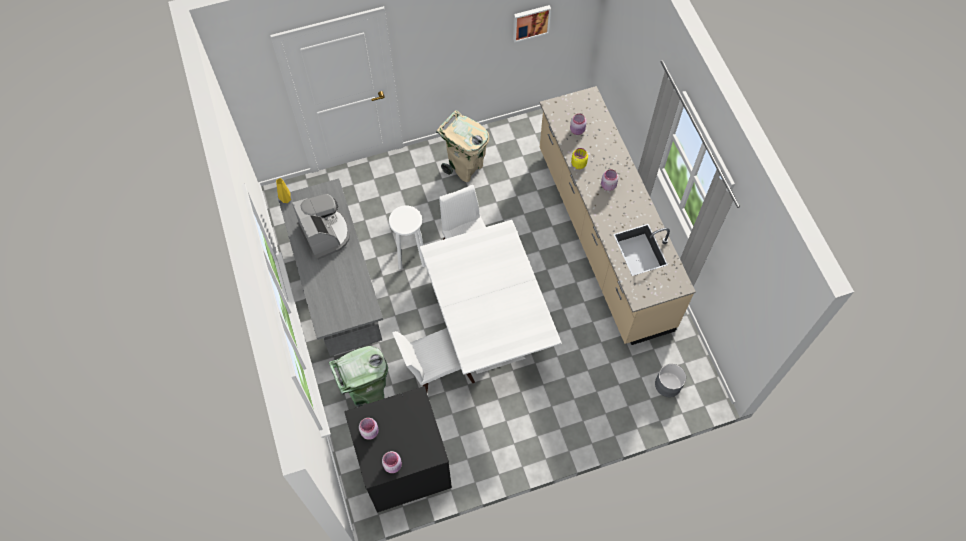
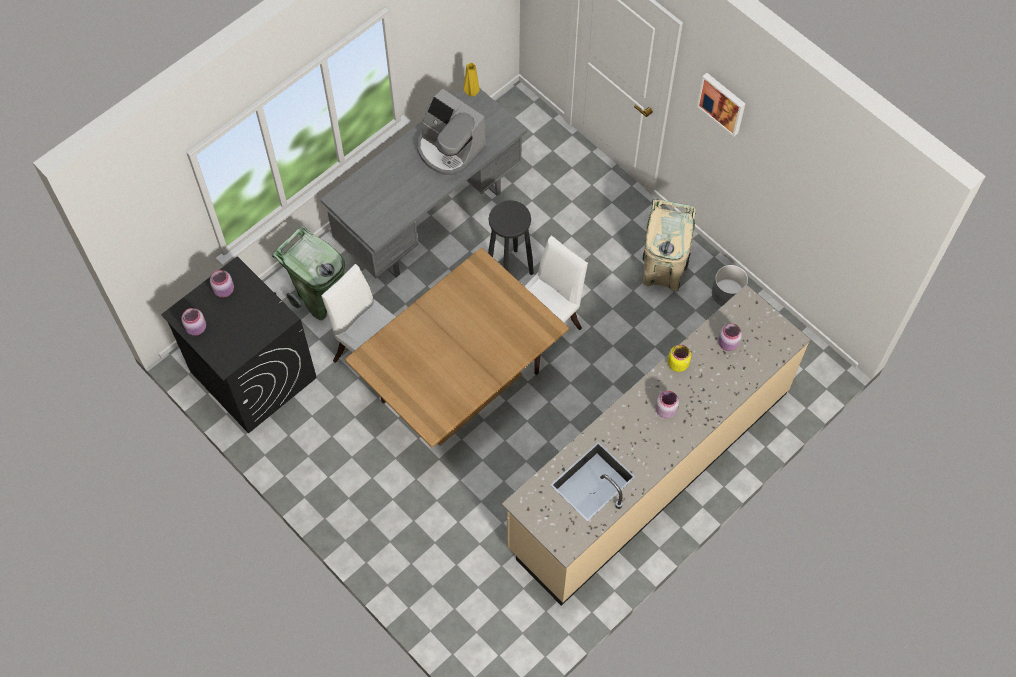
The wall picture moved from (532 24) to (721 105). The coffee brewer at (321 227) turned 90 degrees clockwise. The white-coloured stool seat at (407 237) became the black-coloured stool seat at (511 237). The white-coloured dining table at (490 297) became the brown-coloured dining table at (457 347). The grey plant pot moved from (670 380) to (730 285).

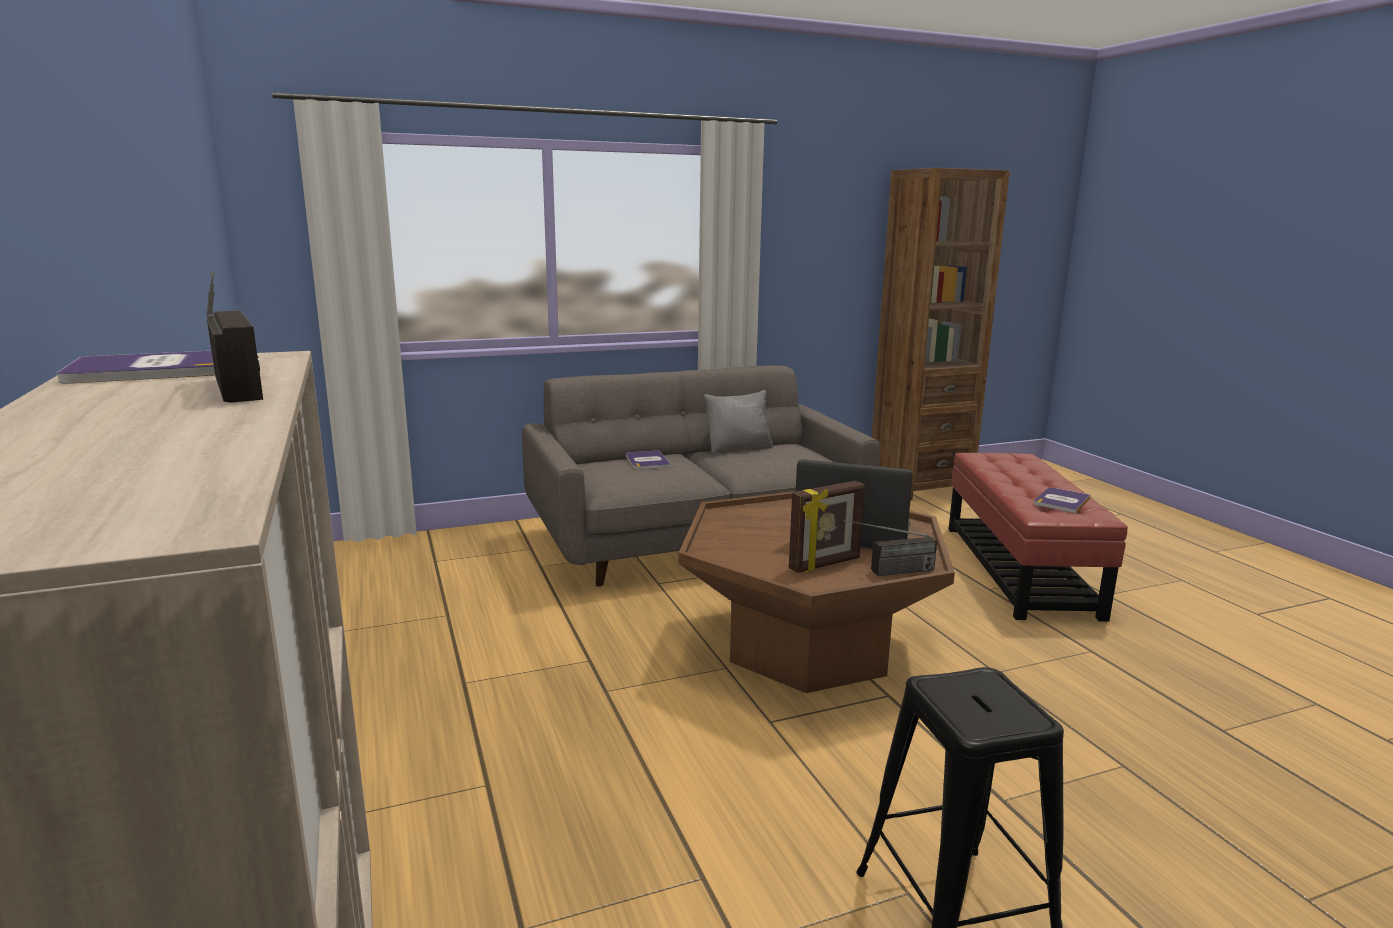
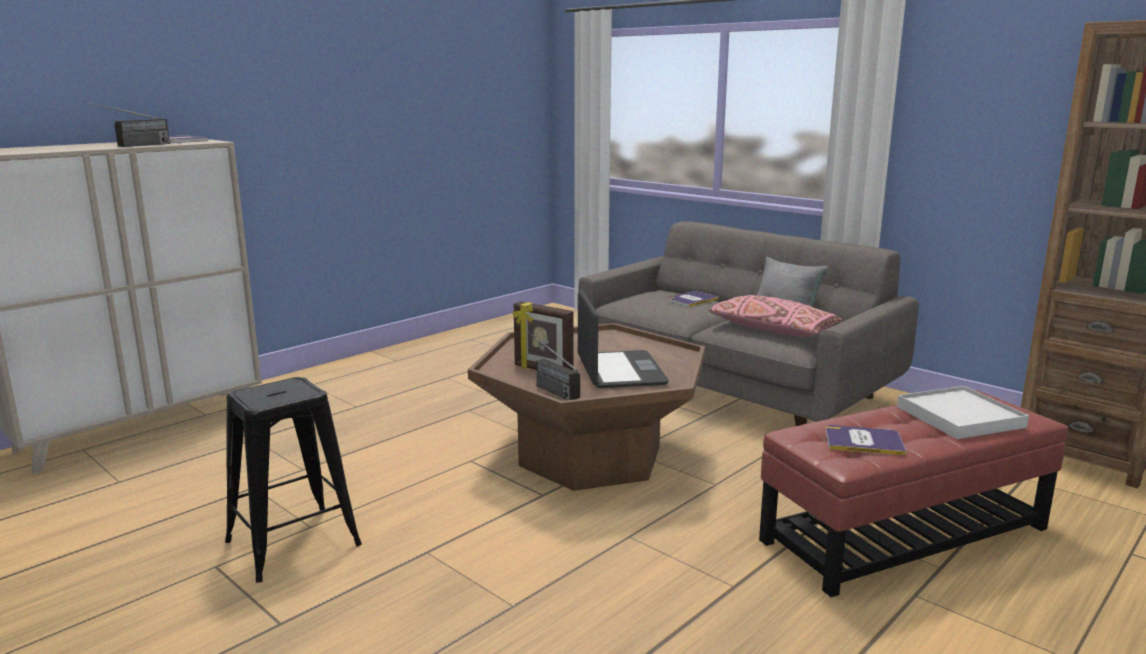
The pink-coloured cushion at (776 316) appeared. The white-coloured serving tray at (963 412) appeared.

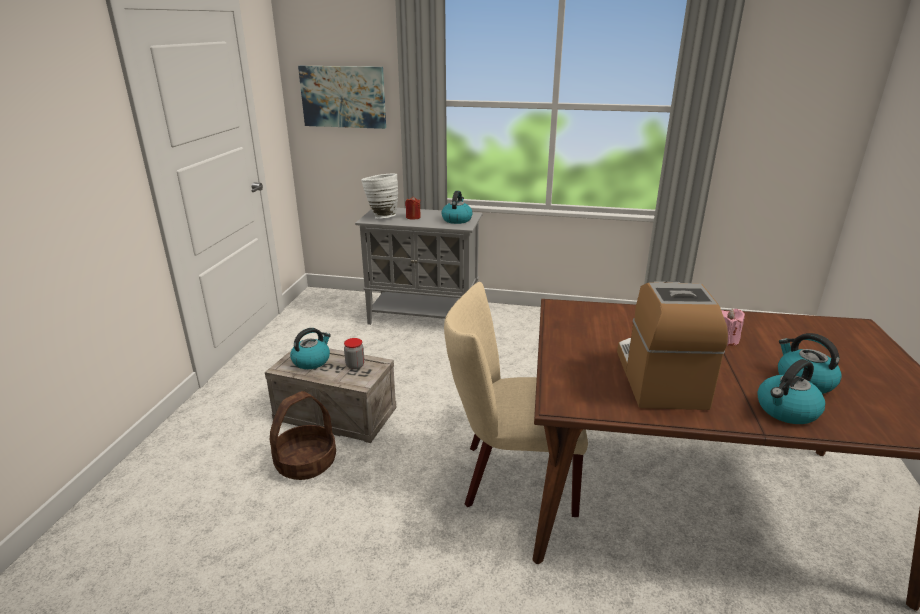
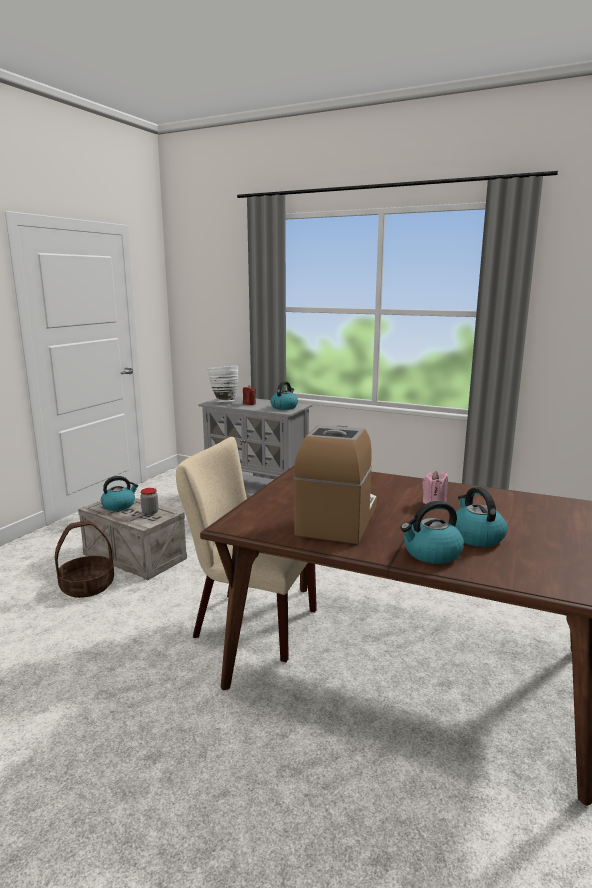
The wall picture at (342 97) disappeared.

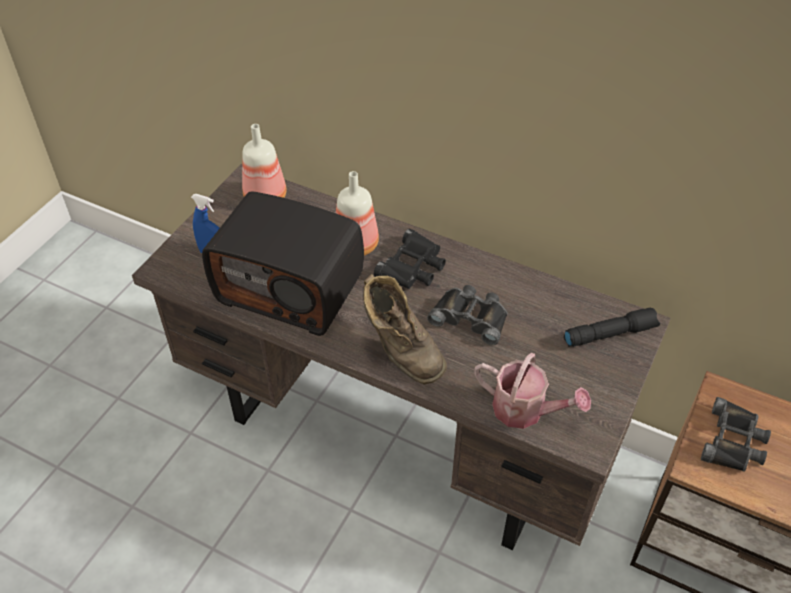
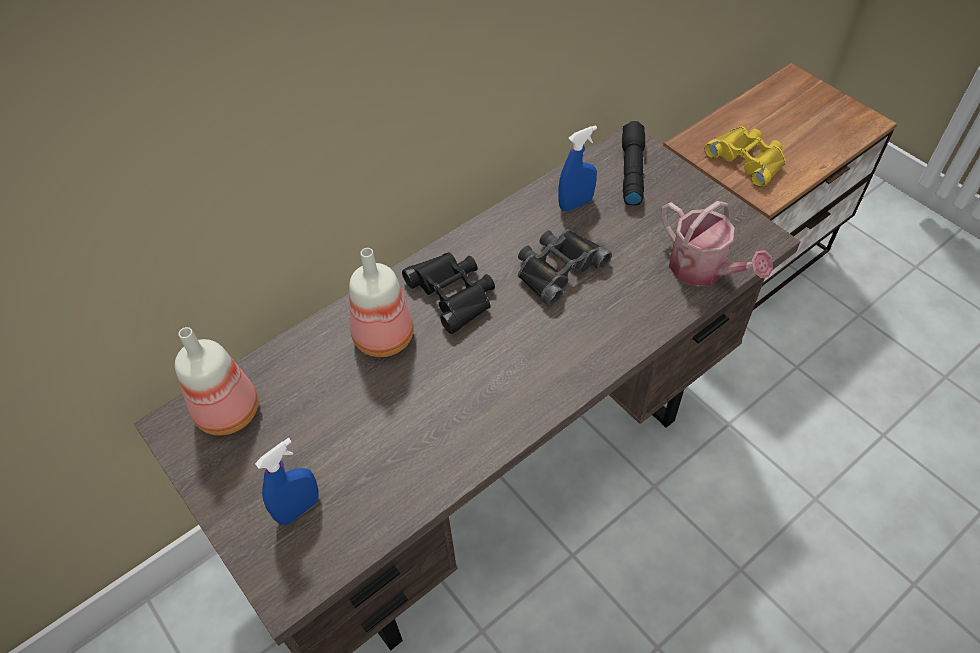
The radio receiver at (283 263) disappeared. The brown-coloured high-top boot at (405 329) disappeared. The sprinkling can at (532 391) turned 90 degrees clockwise. The black-coloured field glasses at (736 434) became the yellow-coloured field glasses at (745 156). The blue spray bottle at (577 168) appeared.

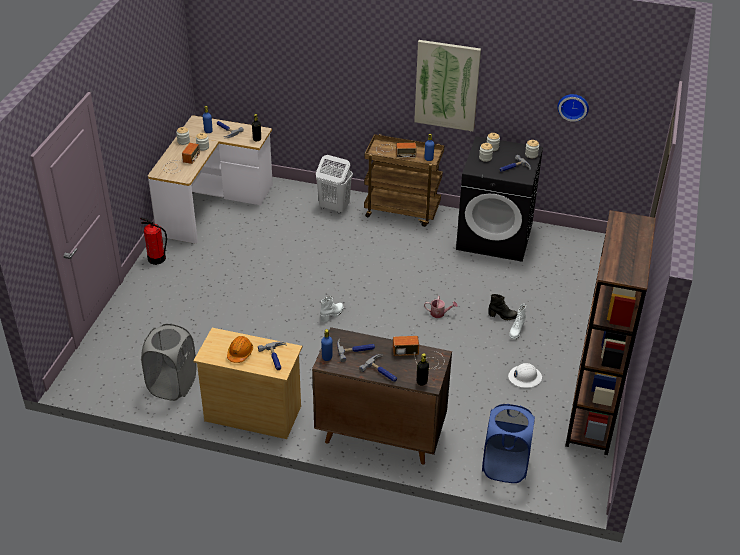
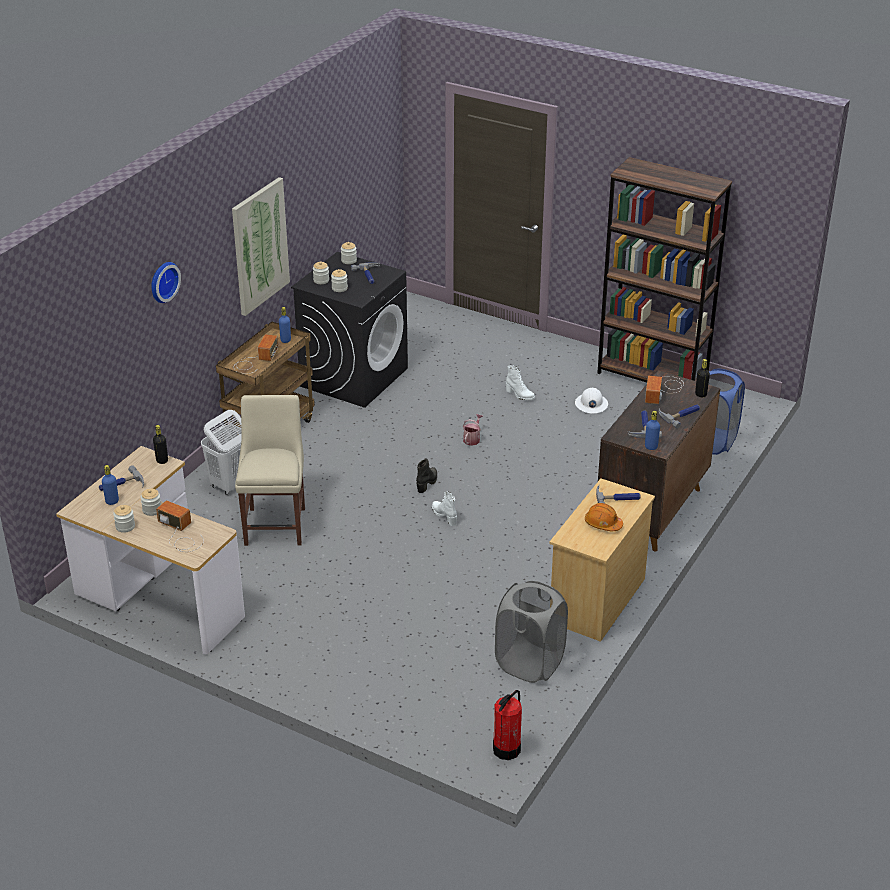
The hanging clock moved from (573 108) to (166 282). The fire extinguisher moved from (153 241) to (507 725). The black-coloured high-top boot moved from (503 307) to (426 476). The beige plain chair at (270 470) appeared.

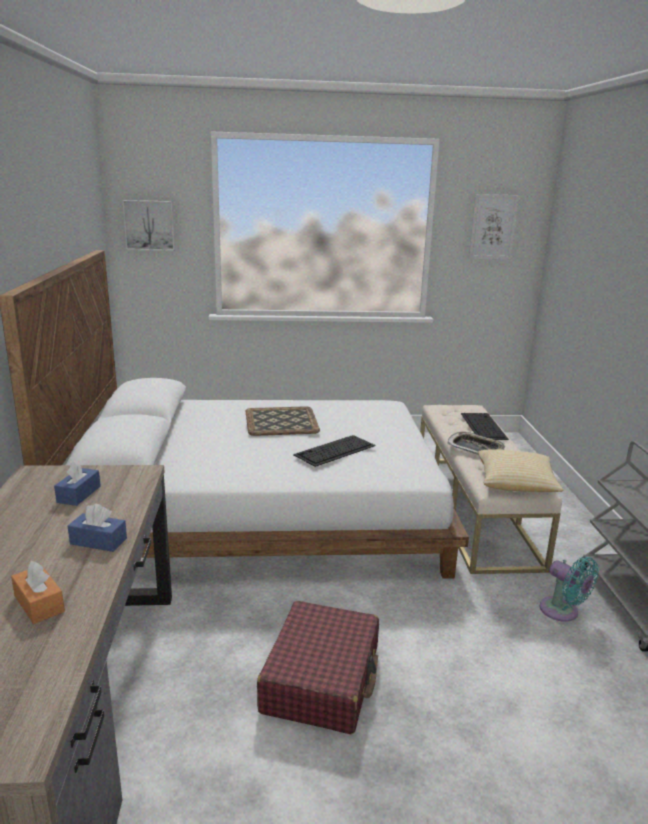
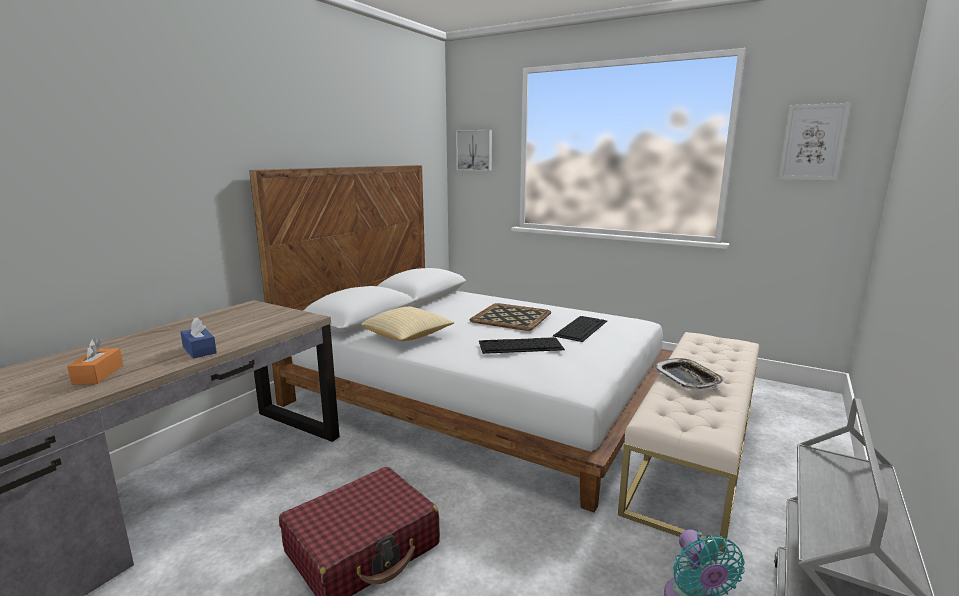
The computer keyboard moved from (485 426) to (580 329). The cushion moved from (520 470) to (407 324). The blue tissue holder at (77 483) disappeared.

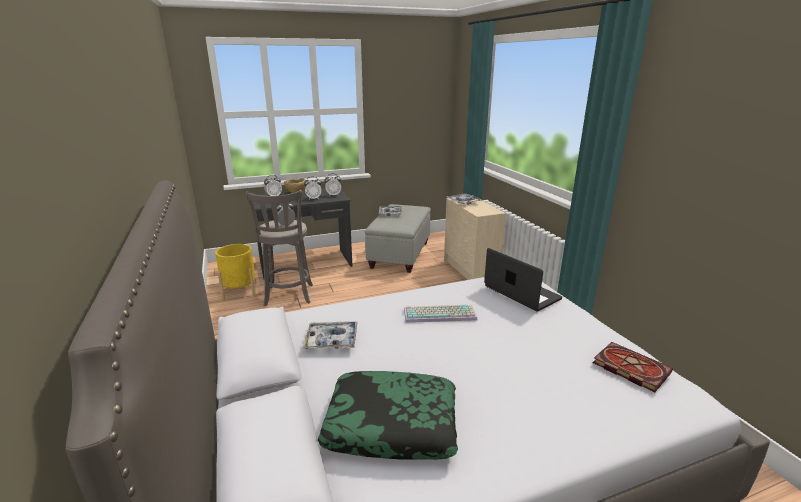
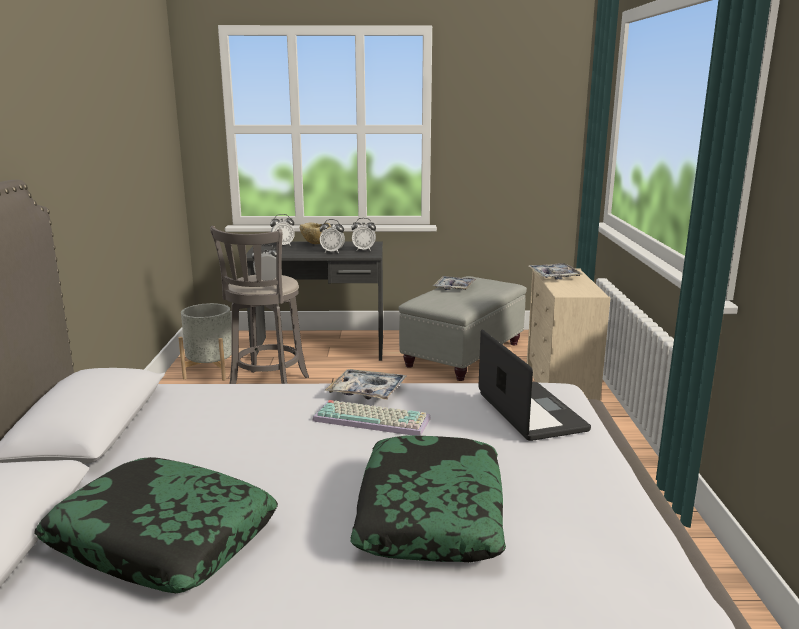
The yellow-coloured plant pot at (235 272) became the grey plant pot at (204 342). The serving tray moved from (329 335) to (365 384). The book at (633 367) disappeared. The cushion at (428 498) appeared.

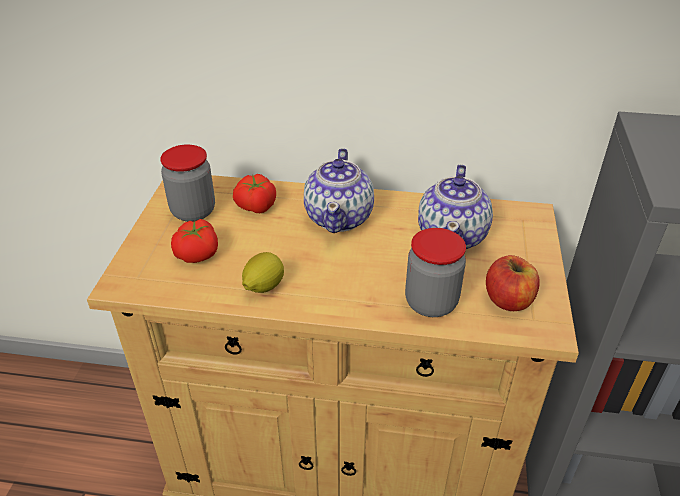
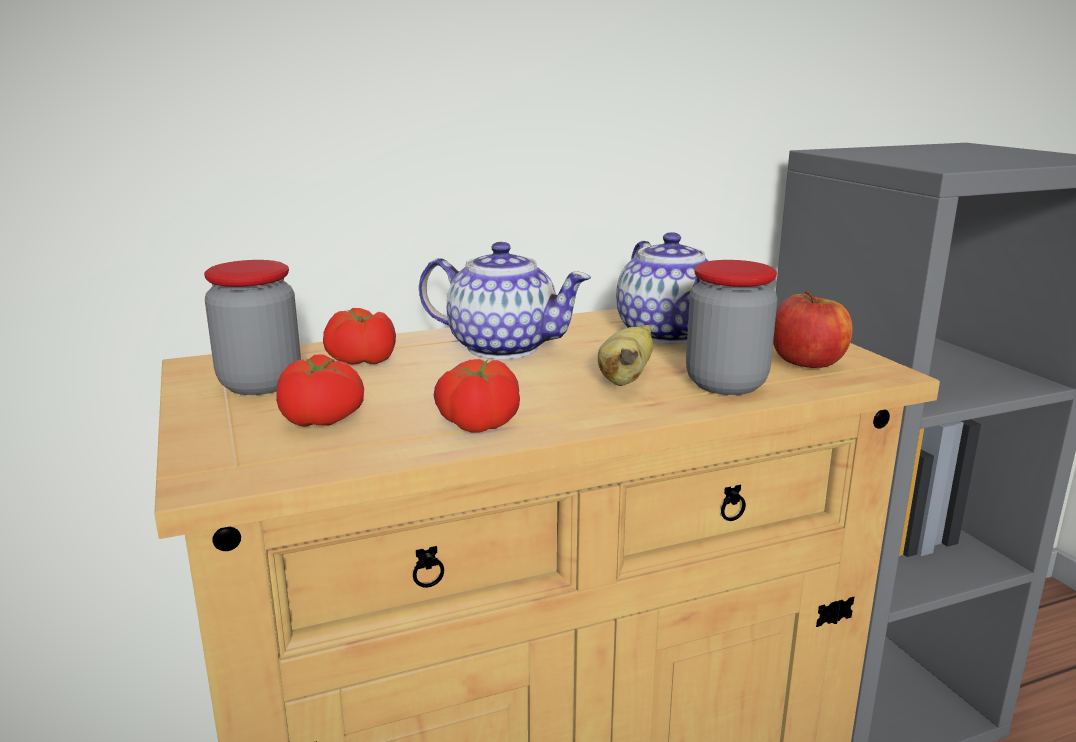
The tea pot at (339 190) turned 45 degrees counterclockwise. The citrus fruit at (263 272) was replaced by the whole tomato at (477 396). The banana fruit at (625 355) appeared.

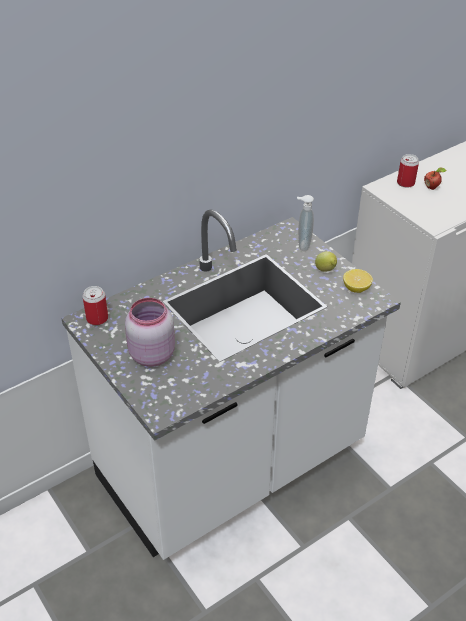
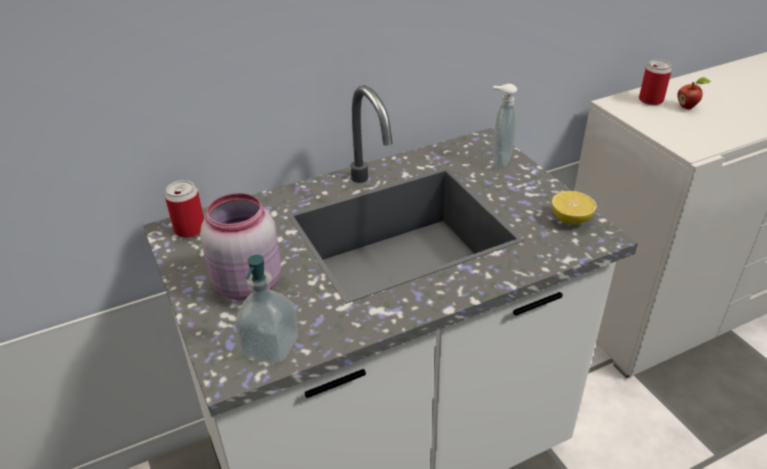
The citrus fruit at (326 261) disappeared. The liquid soap bottle at (267 309) appeared.

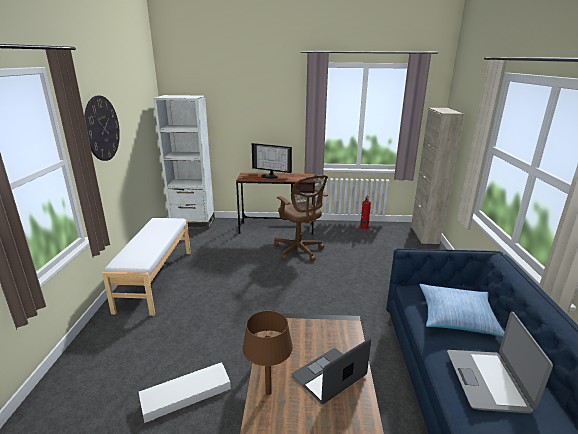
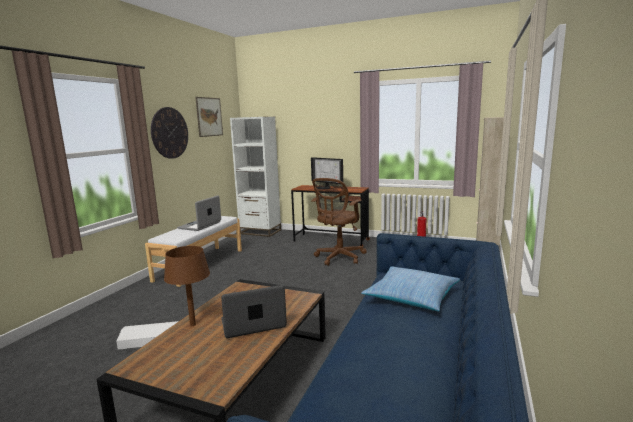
The brown-coloured desk chair at (301 218) turned 45 degrees clockwise. The notebook computer moved from (500 362) to (199 213). The wall picture at (209 117) appeared.

